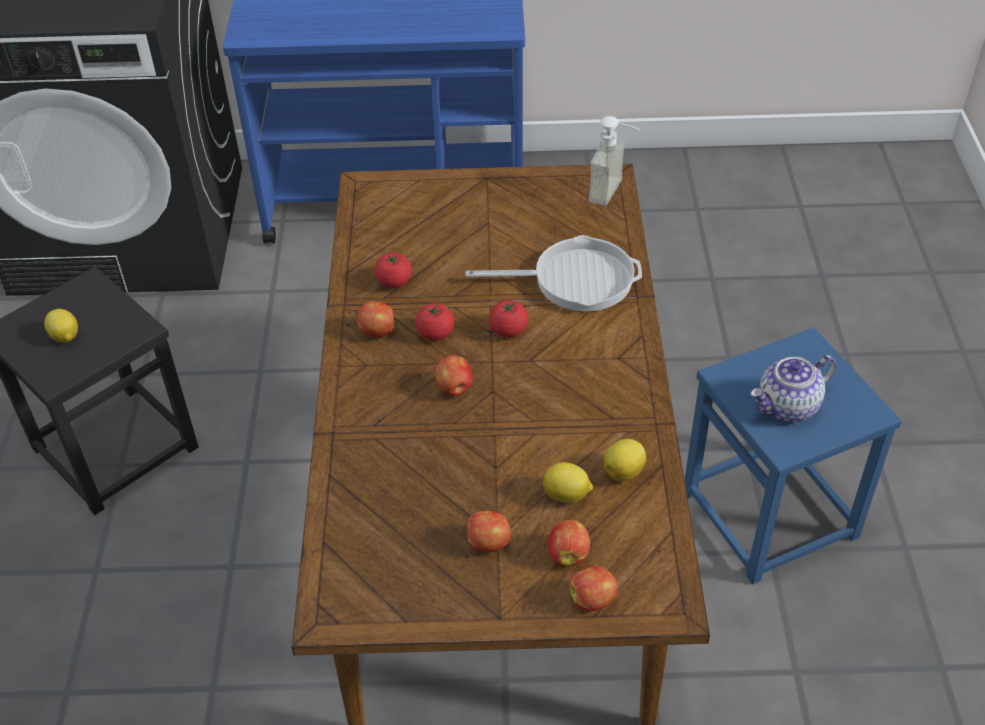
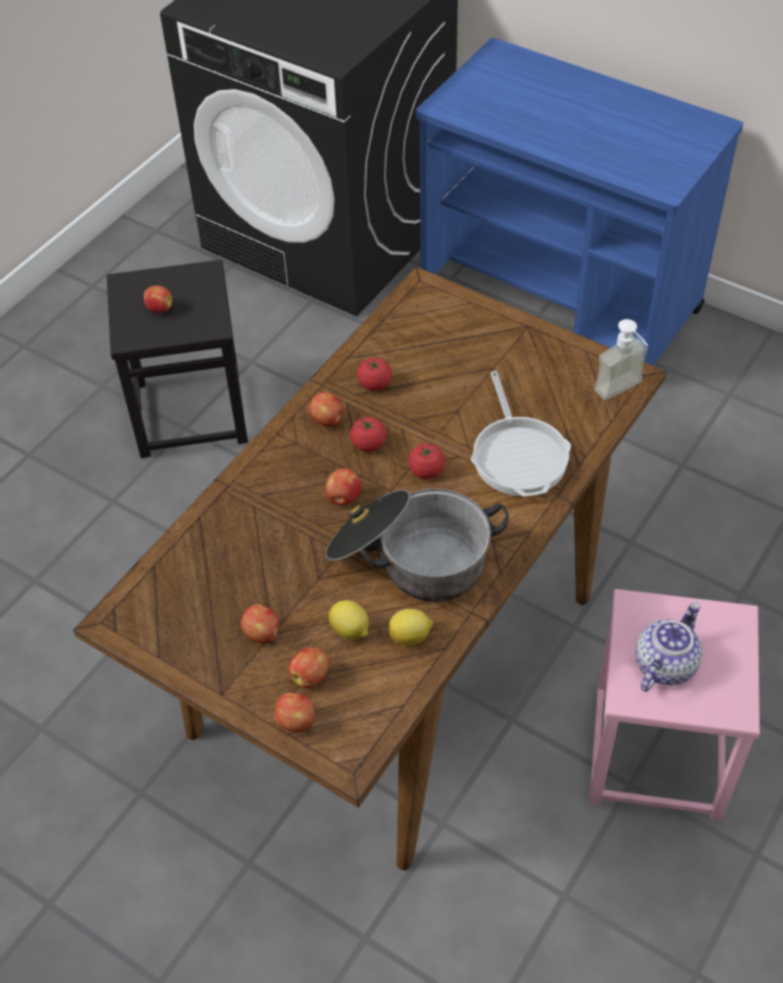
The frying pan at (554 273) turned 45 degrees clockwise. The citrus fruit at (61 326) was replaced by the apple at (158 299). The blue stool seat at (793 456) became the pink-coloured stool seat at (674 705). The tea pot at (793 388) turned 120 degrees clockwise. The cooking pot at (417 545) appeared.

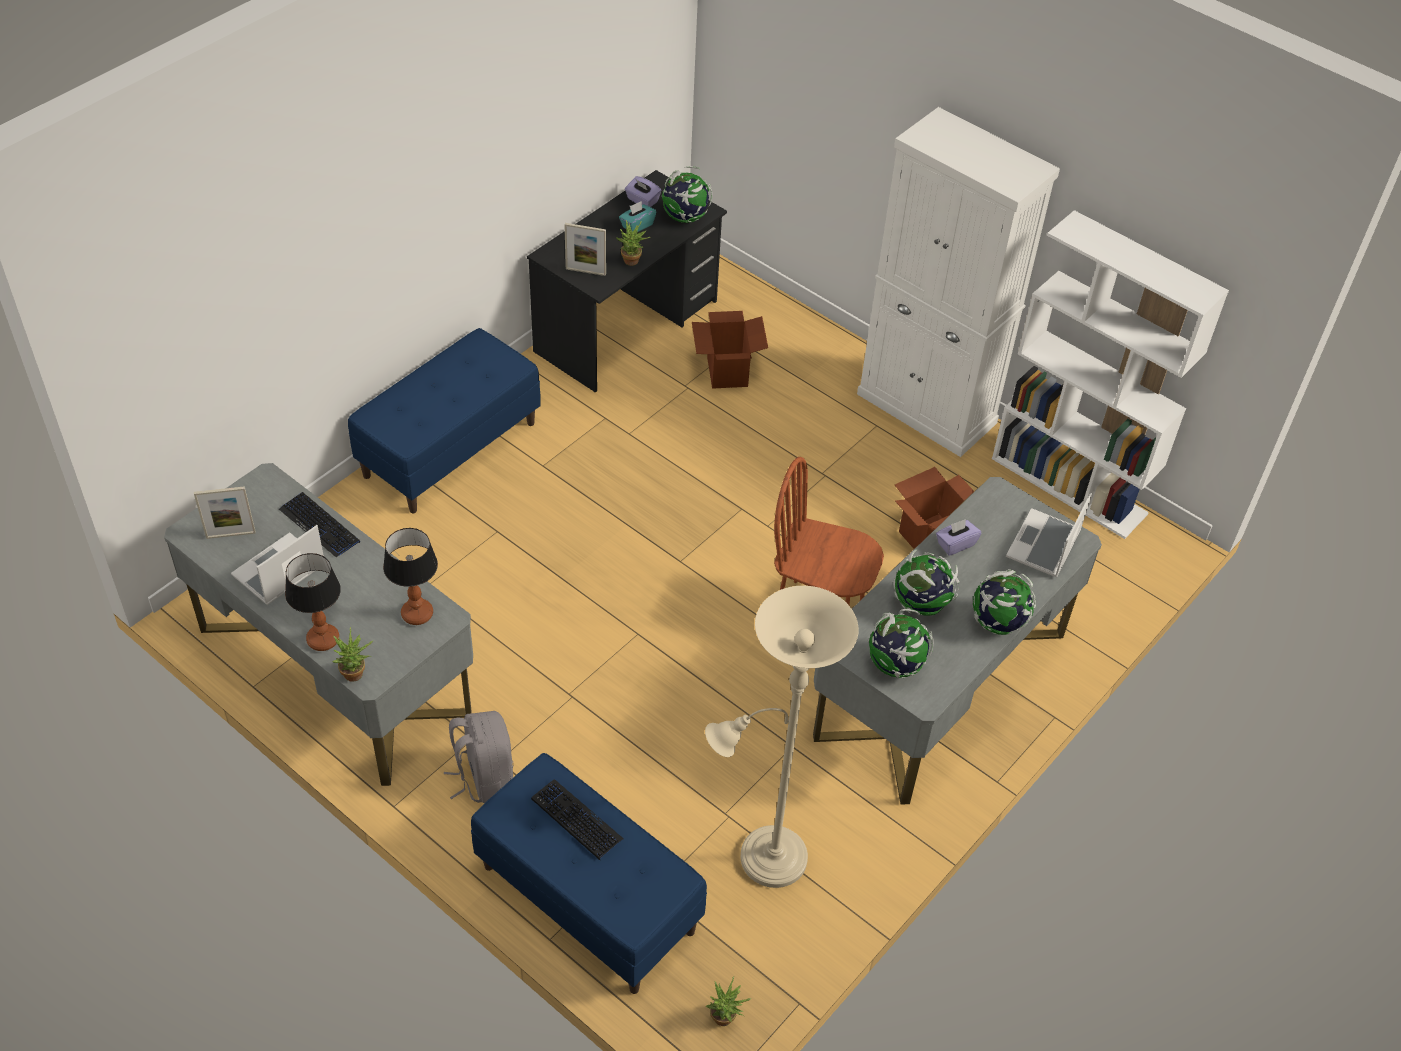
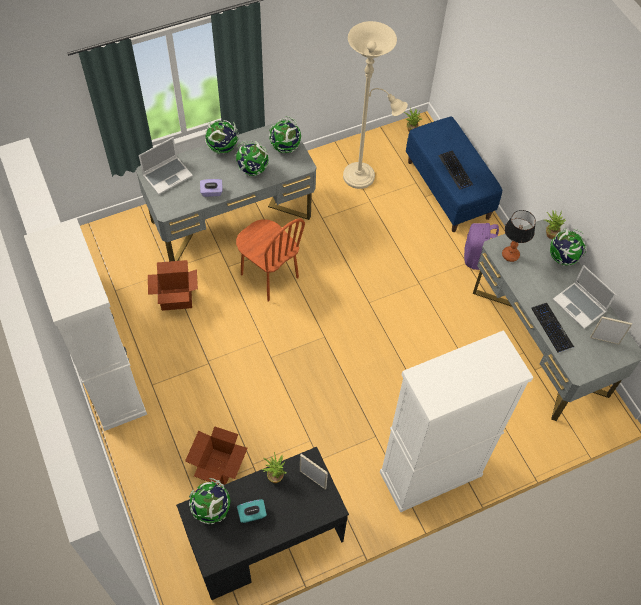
The purple-coloured tissue holder at (643 191) disappeared. The blue indoor bench at (444 420) was replaced by the white-coloured storage cabinet at (456 421). The notebook computer at (277 565) turned 75 degrees clockwise. The table lamp at (313 602) was replaced by the globe at (568 247). The grey backpack at (478 757) became the purple-coloured backpack at (481 246).

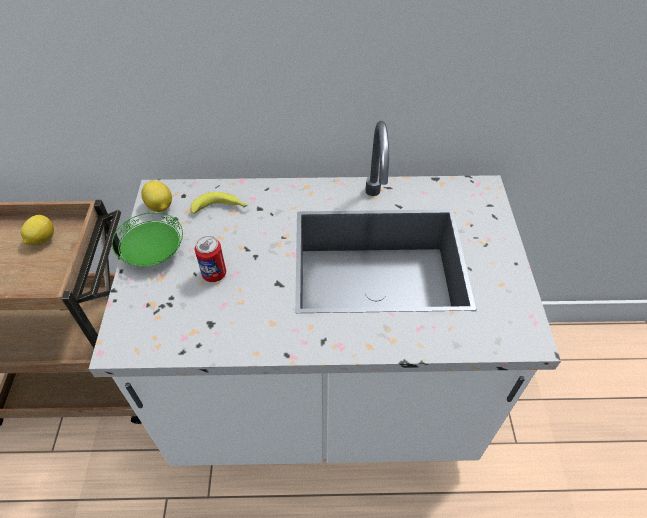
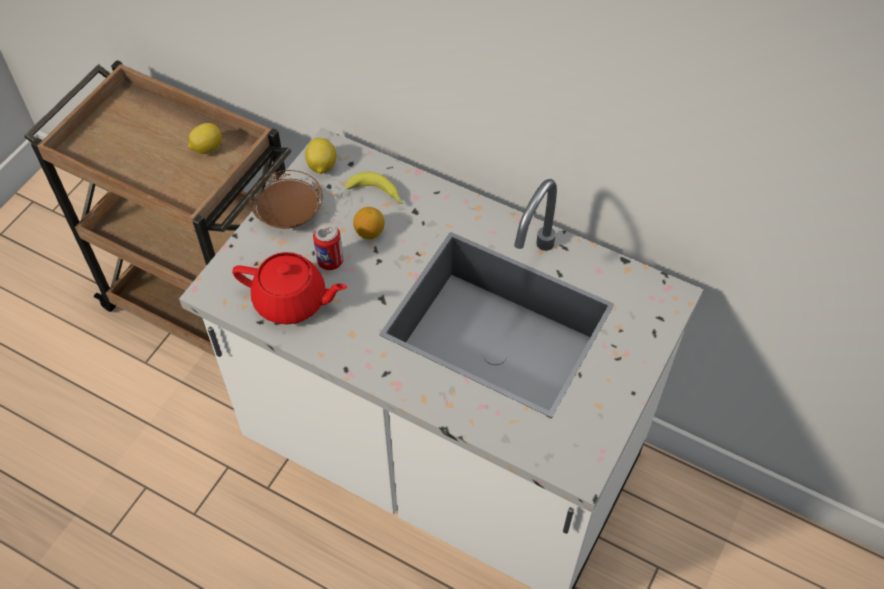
The greenish plate at (147 239) became the brown-coloured plate at (286 199). The citrus fruit at (369 223) appeared. The red tea pot at (289 288) appeared.

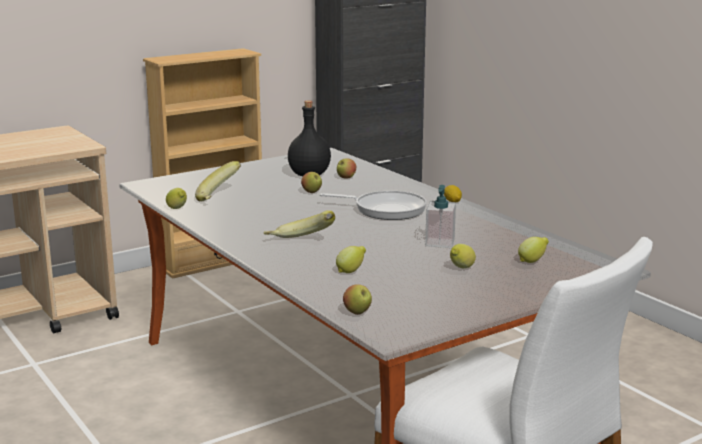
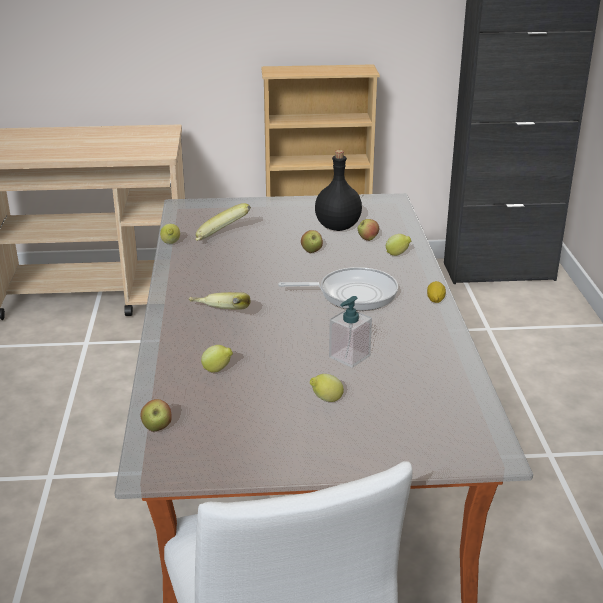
The frying pan at (373 205) turned 45 degrees counterclockwise. The citrus fruit moved from (533 250) to (398 245).

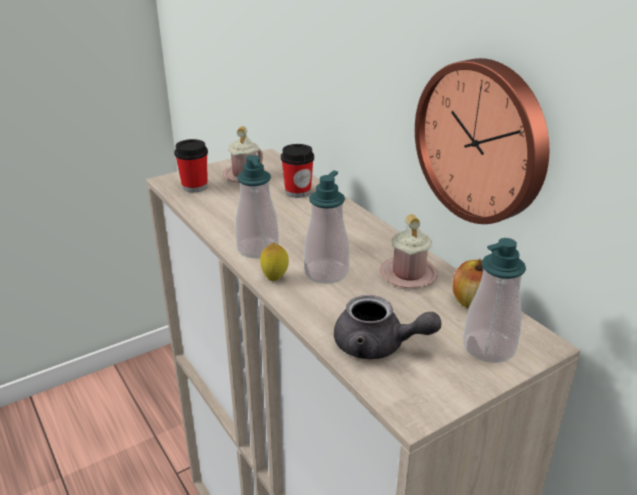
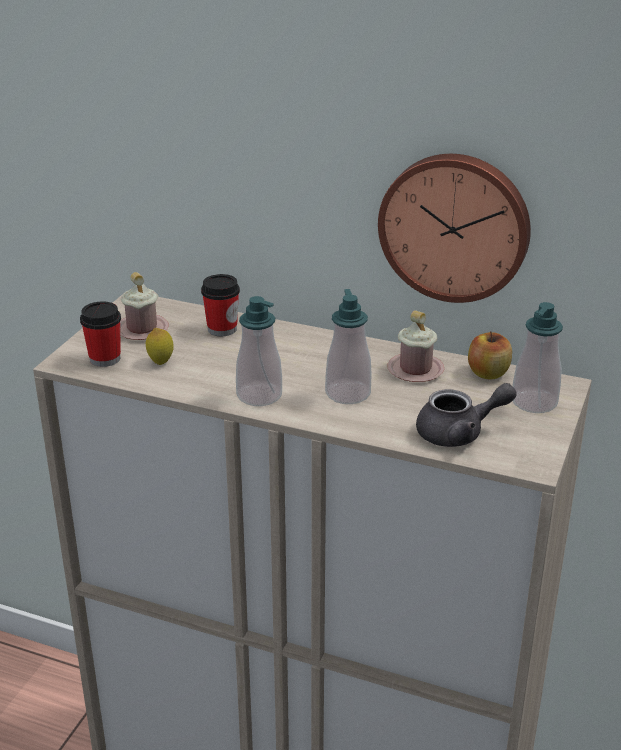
The citrus fruit moved from (274 262) to (160 346).

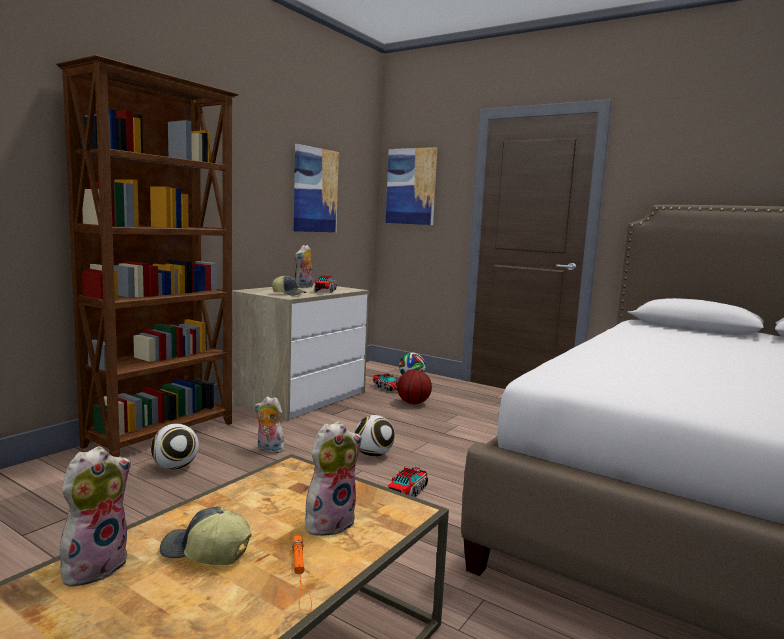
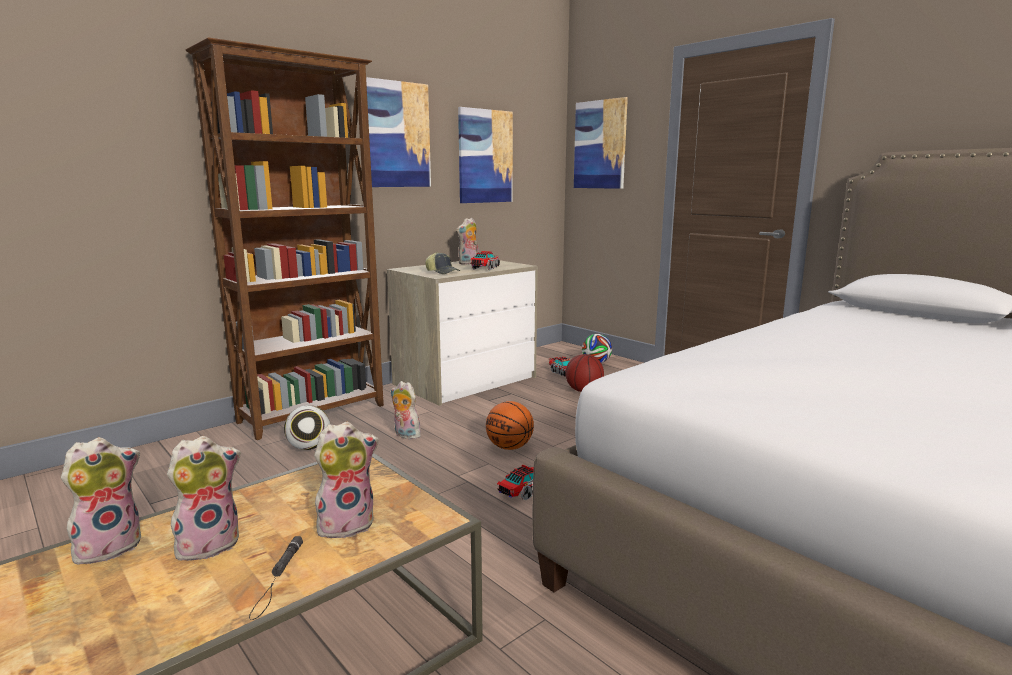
The football at (374 436) was replaced by the basketball at (510 425). The baseball cap at (206 536) was replaced by the plush toy at (204 499). The orangey torch at (302 575) became the black-coloured torch at (276 578). The wall picture at (398 132) appeared.

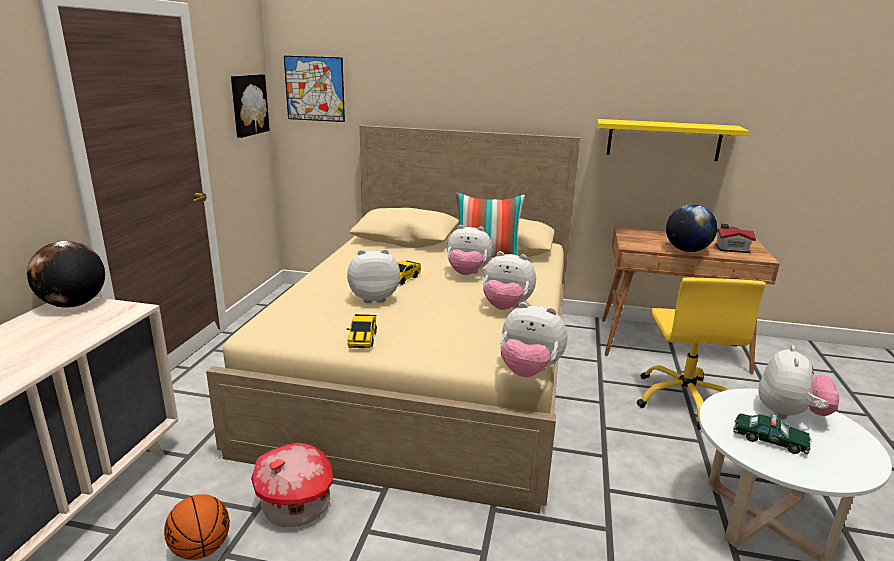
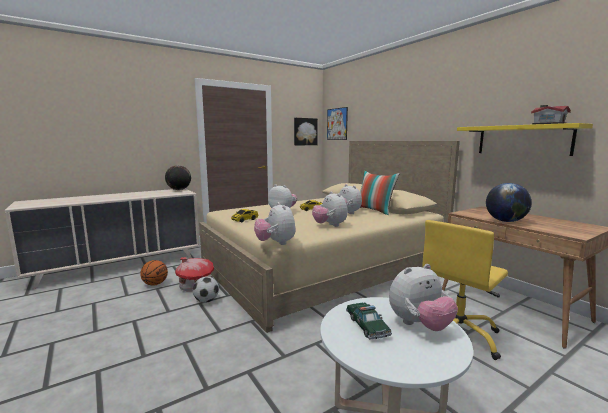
The model house moved from (735 238) to (551 114). The football at (206 289) appeared.

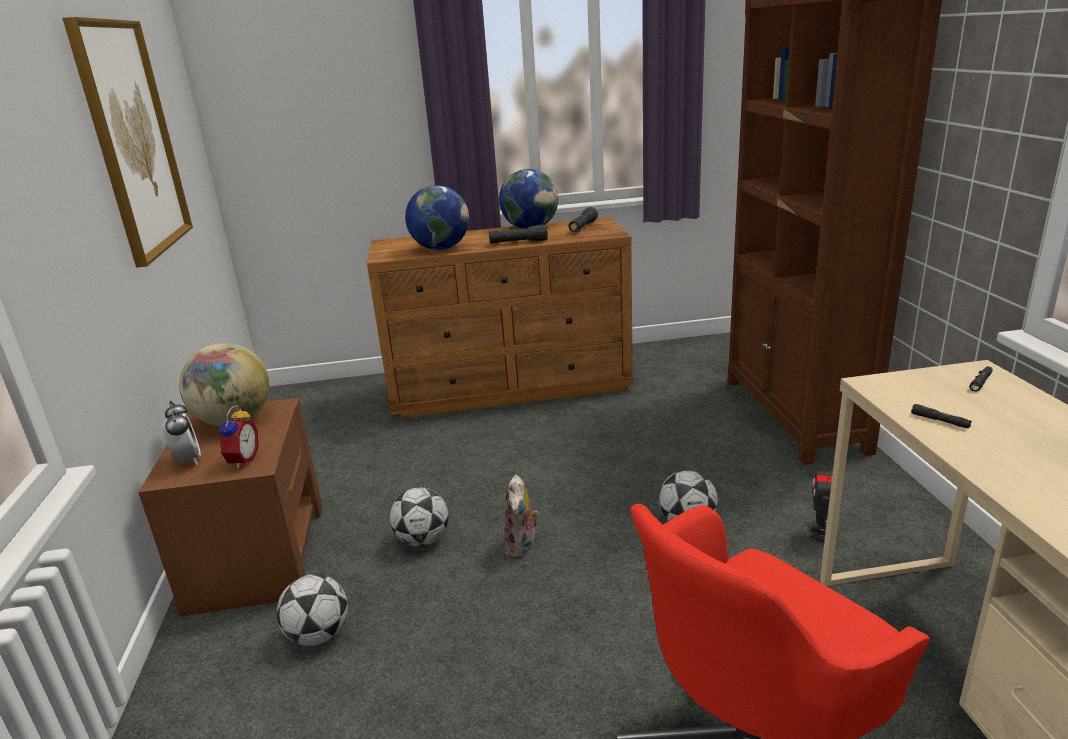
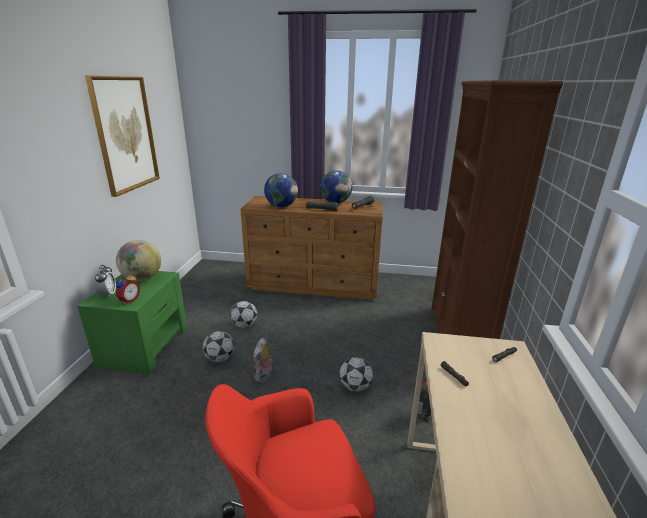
The brown-coloured bedside table at (230 507) became the greenish bedside table at (132 322). The football moved from (312 610) to (243 314).

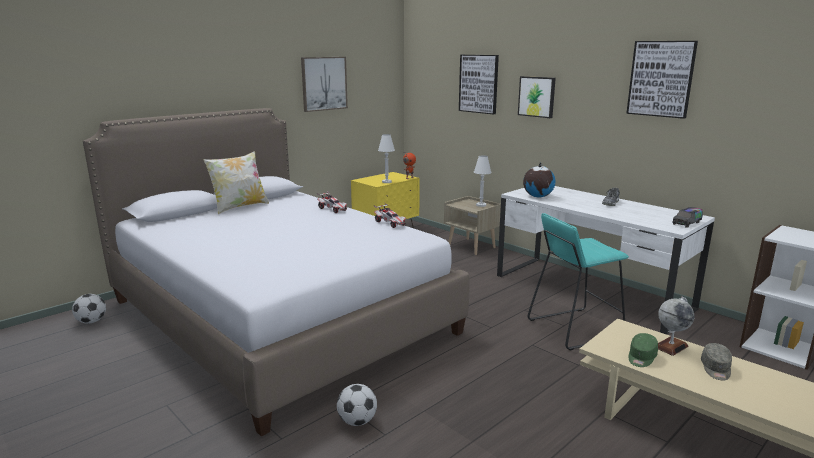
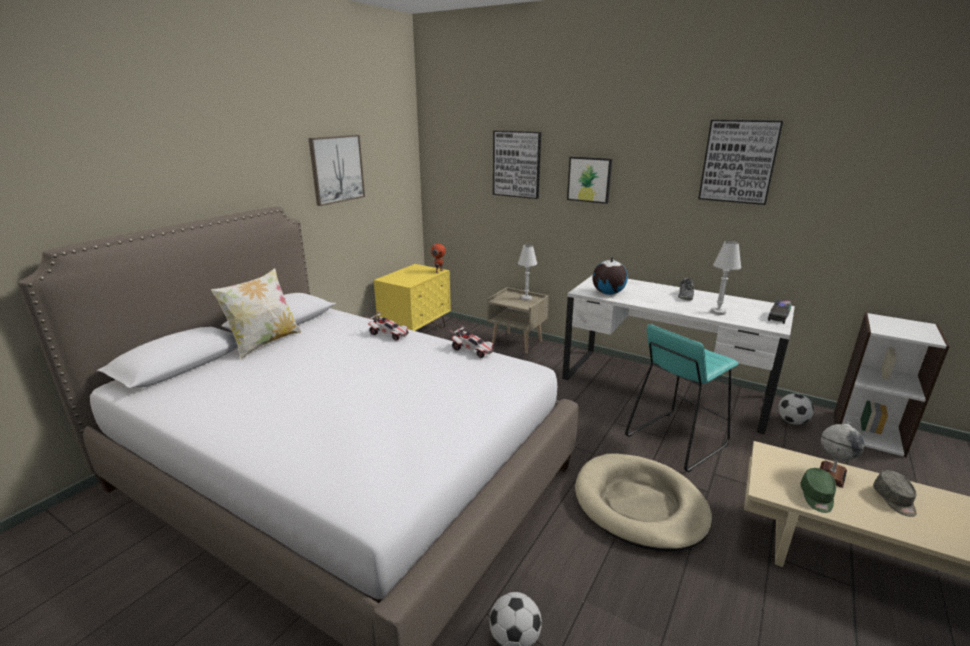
The white-coloured table lamp moved from (386 158) to (726 278). The football moved from (89 309) to (796 409). The beige dog cushion at (643 502) appeared.

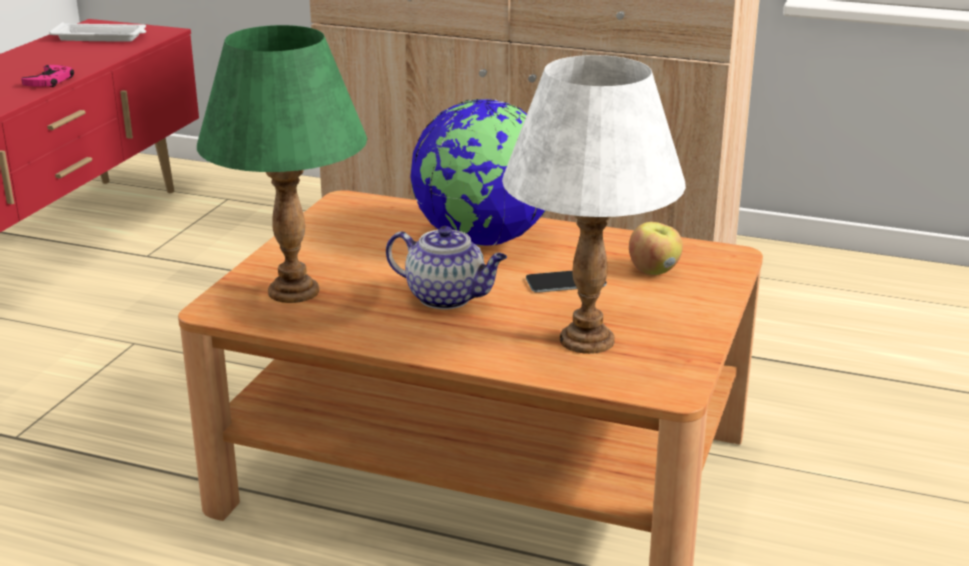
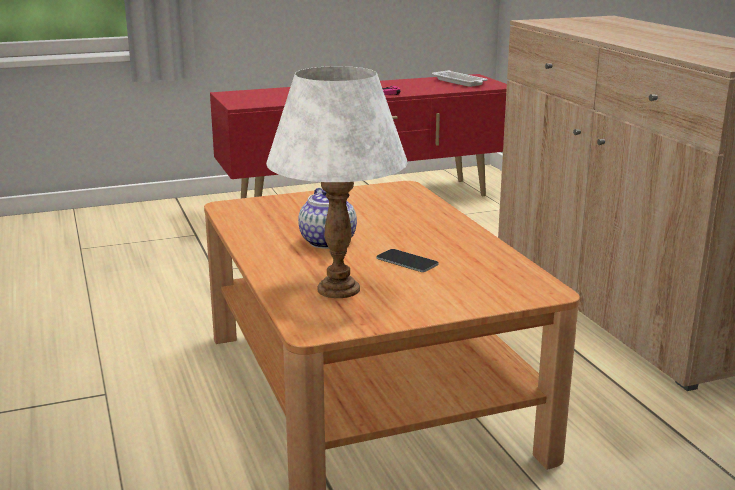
The greenish table lamp at (282 164) disappeared. The globe at (477 172) disappeared. The apple at (656 248) disappeared.

